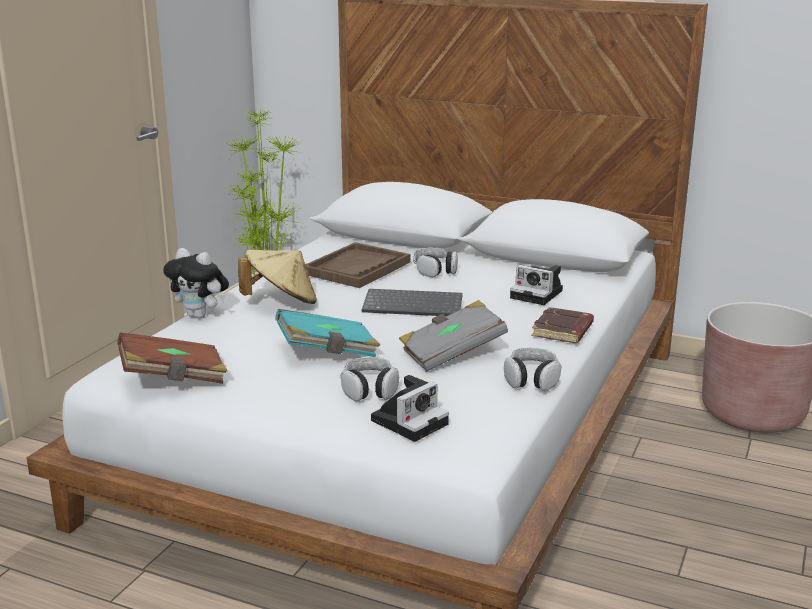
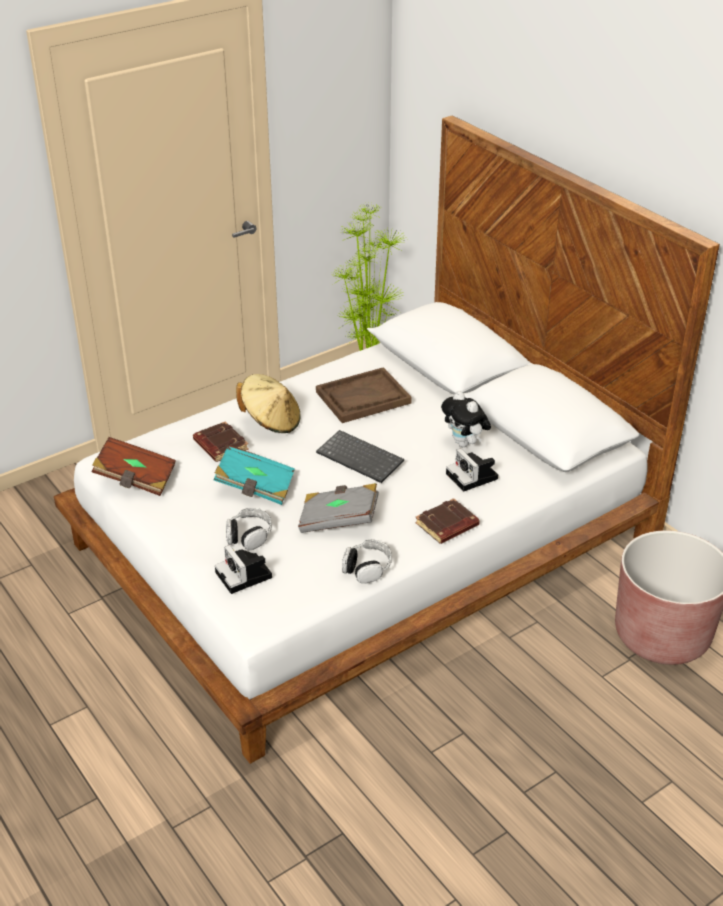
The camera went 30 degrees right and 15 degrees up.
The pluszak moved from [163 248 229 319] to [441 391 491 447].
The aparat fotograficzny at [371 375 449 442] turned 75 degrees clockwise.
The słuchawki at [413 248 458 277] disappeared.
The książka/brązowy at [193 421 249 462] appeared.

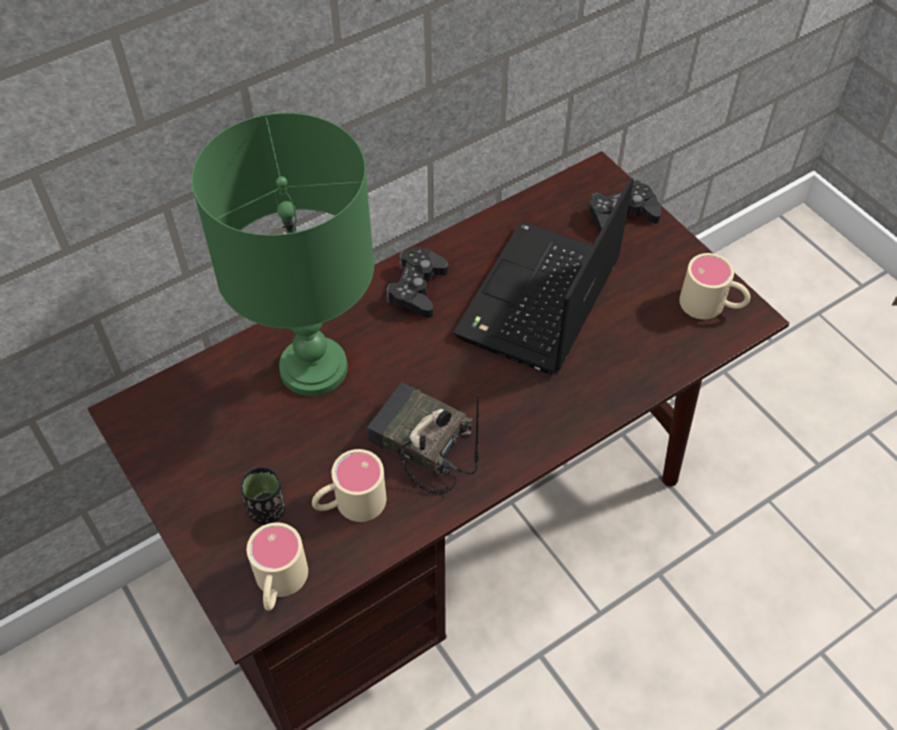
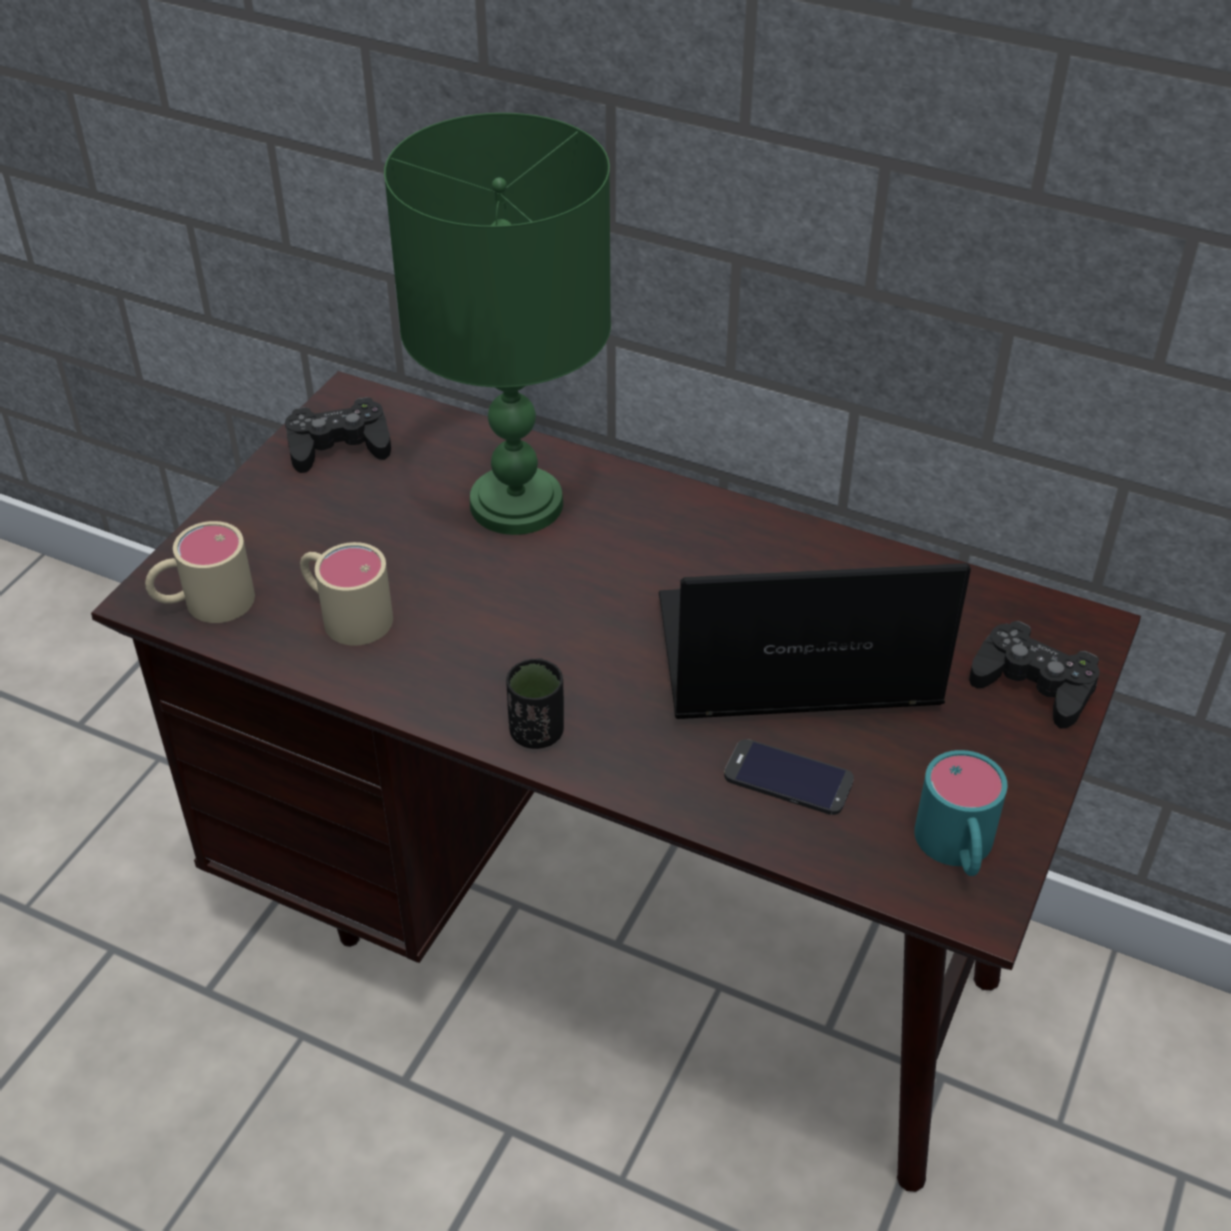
The camera went 60 degrees right and 10 degrees down.
The filiżanka/czarny moved from [240 467 285 525] to [506 658 564 749].
The radio at [367 382 479 495] disappeared.
The pad do gier/czarny moved from [387 247 448 318] to [285 397 391 473].
The kubek/beżowy at [679 253 750 319] became the kubek/turkusowy at [914 750 1008 876].
The telefon at [724 739 854 815] appeared.

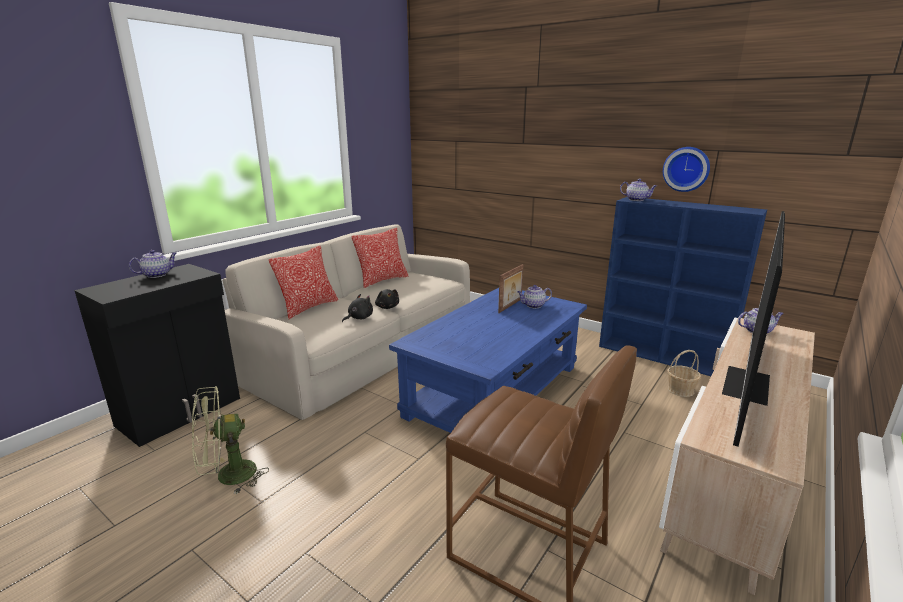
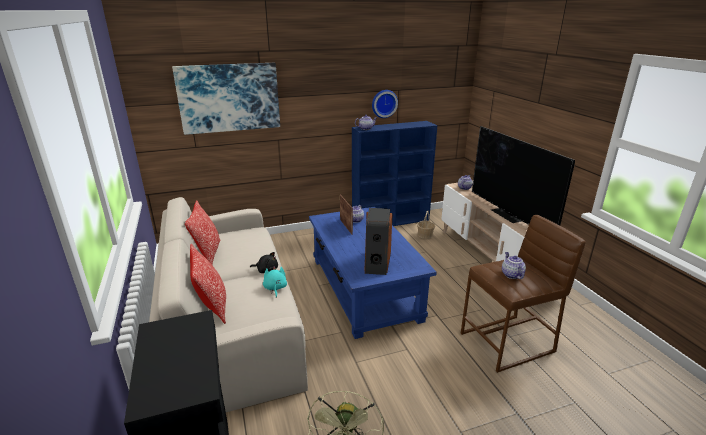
The camera went 55 degrees left and 5 degrees up.
The imbryk moved from [129 250 177 278] to [502 252 526 279].
The pluszak/czarny at [342 294 373 322] became the pluszak/turkusowy at [263 266 287 298].
The obraz at [172 63 280 135] appeared.
The głośnik at [364 208 393 275] appeared.

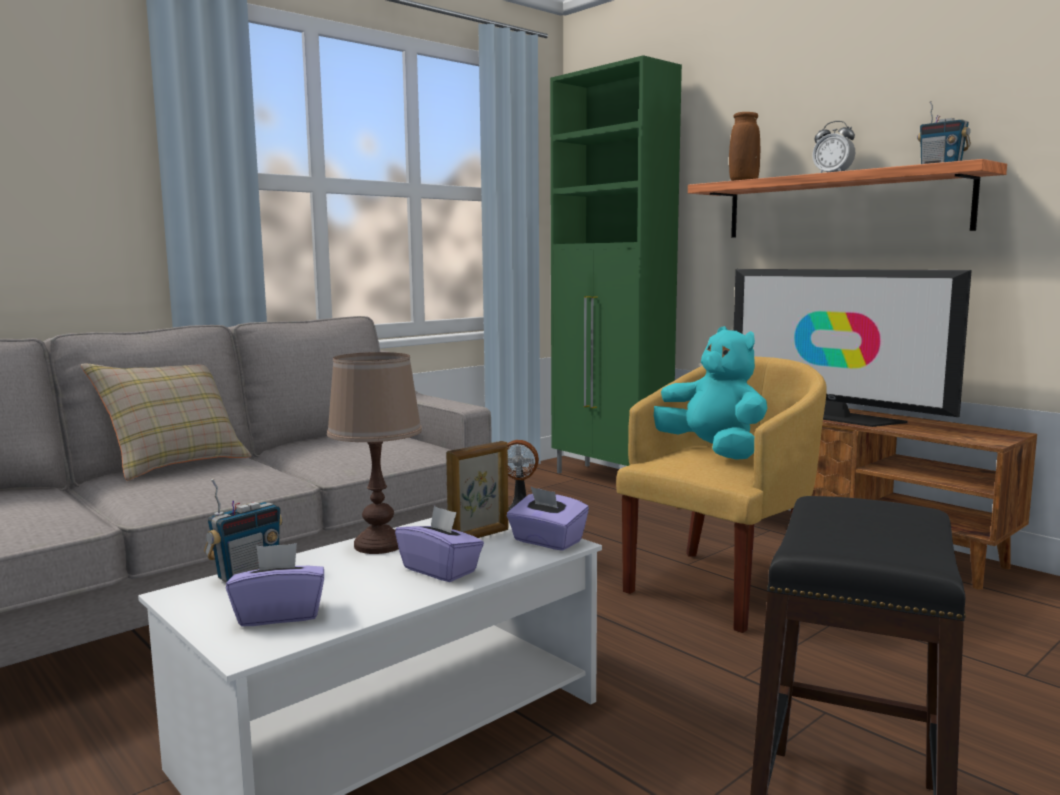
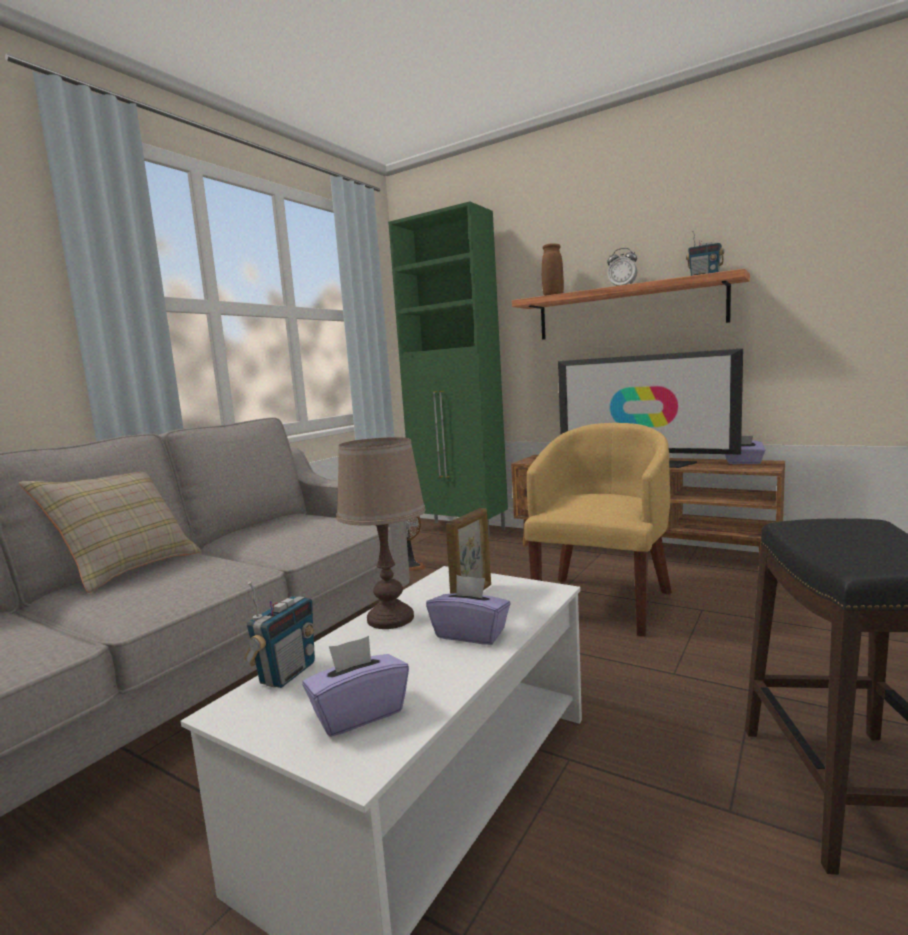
The camera went 15 degrees left and 0 degrees up.
The pudełko chusteczek/fioletowy moved from [507 486 589 551] to [725 436 765 464].
The pluszak/turkusowy at [654 326 768 460] disappeared.

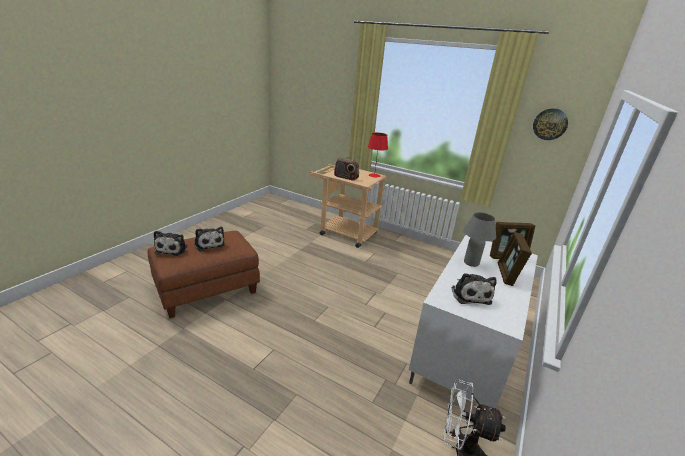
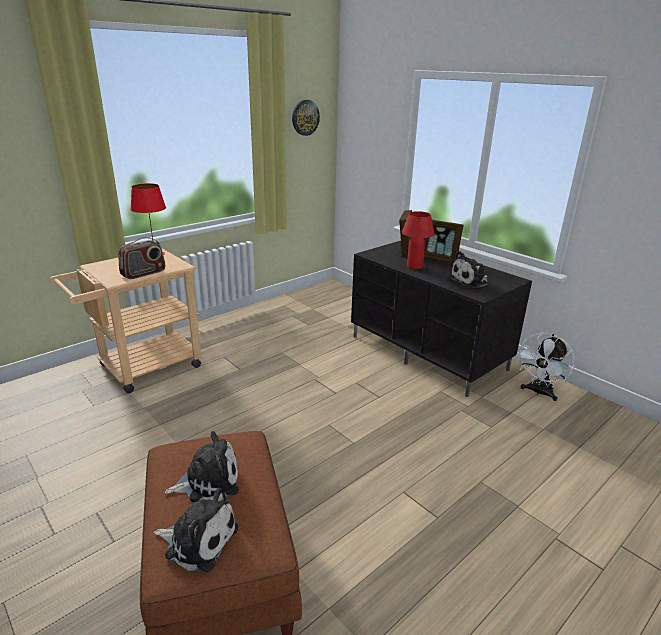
The camera went 70 degrees left and 0 degrees up.
The szafka pod telewizor/biały at [409 235 538 408] became the szafka pod telewizor/czarny at [351 241 532 397].
The pluszak at [451 273 496 305] turned 135 degrees clockwise.
The lampa stołowa/szary at [463 212 496 267] became the lampa stołowa/czerwony at [402 211 435 269].

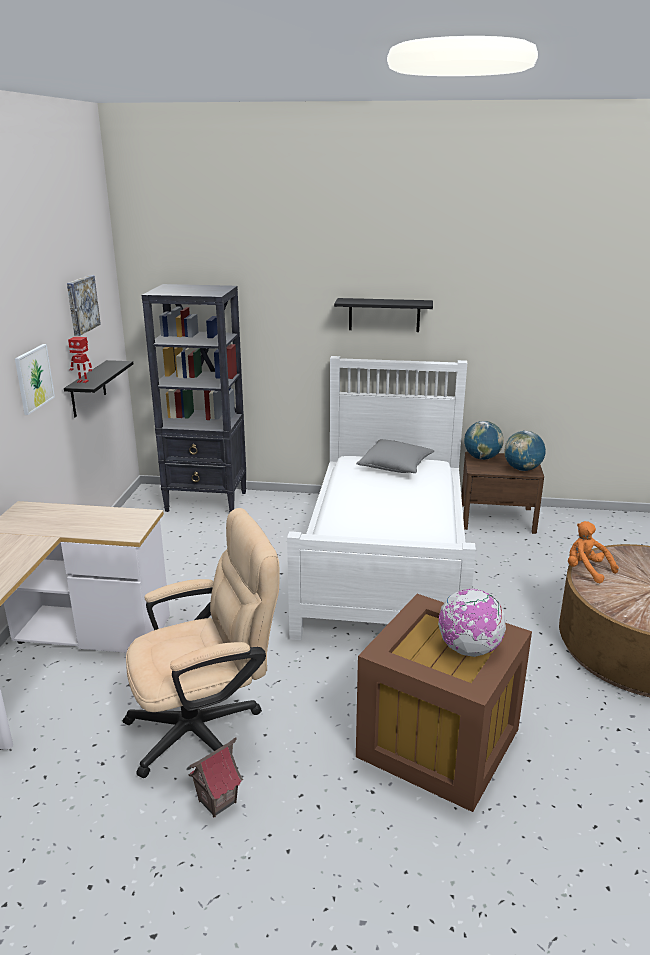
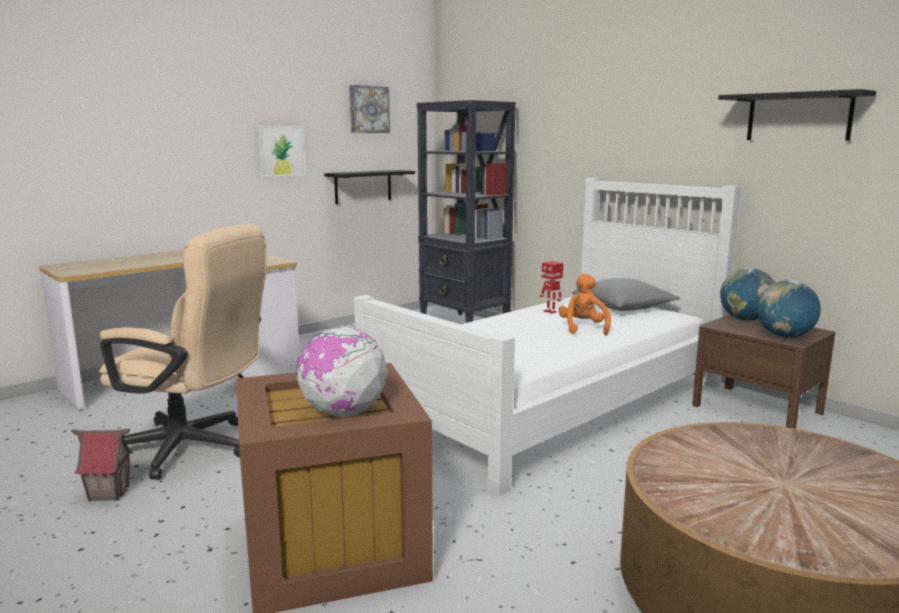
The camera went 40 degrees right and 10 degrees down.
The robot zabawkowy moved from [68 337 92 383] to [539 261 563 314].
The półka/czarny moved from [334 298 433 332] to [718 89 876 141].
The pluszak/pomarańczowy moved from [568 521 619 583] to [558 274 611 335].

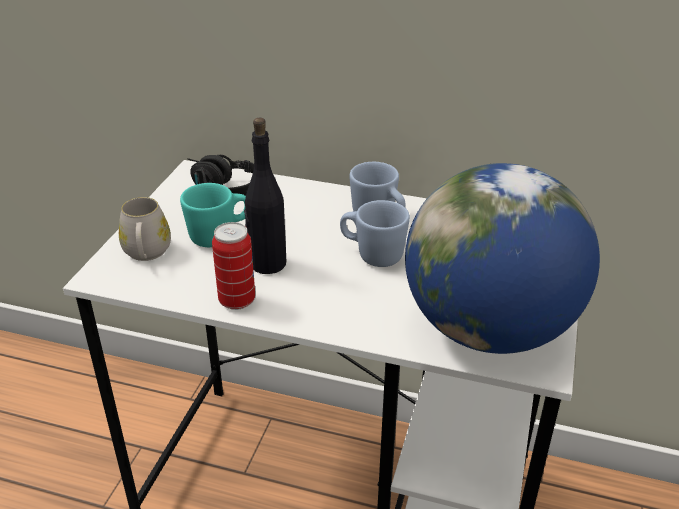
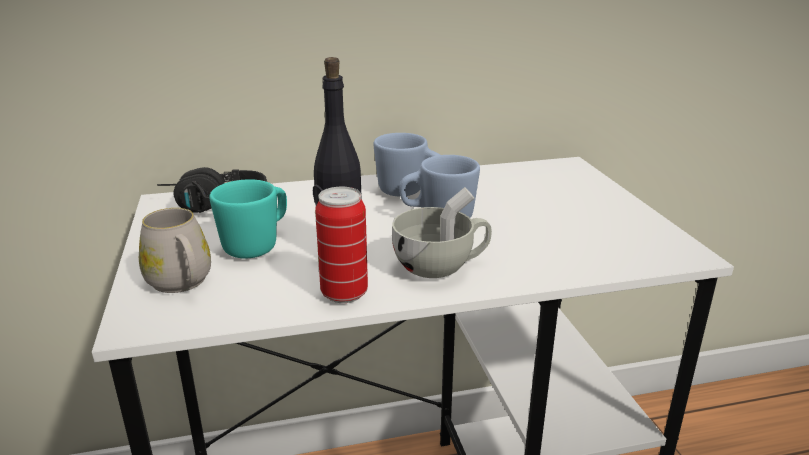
The camera went 30 degrees left and 10 degrees down.
The globus at [405 163 600 354] disappeared.
The filiżanka/biały at [392 187 492 278] appeared.

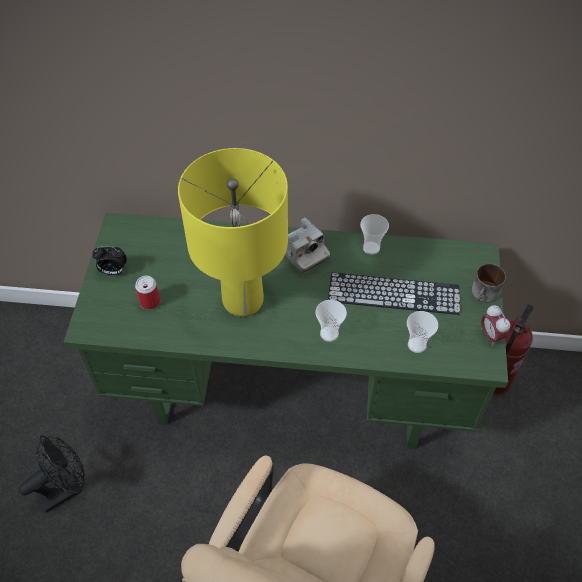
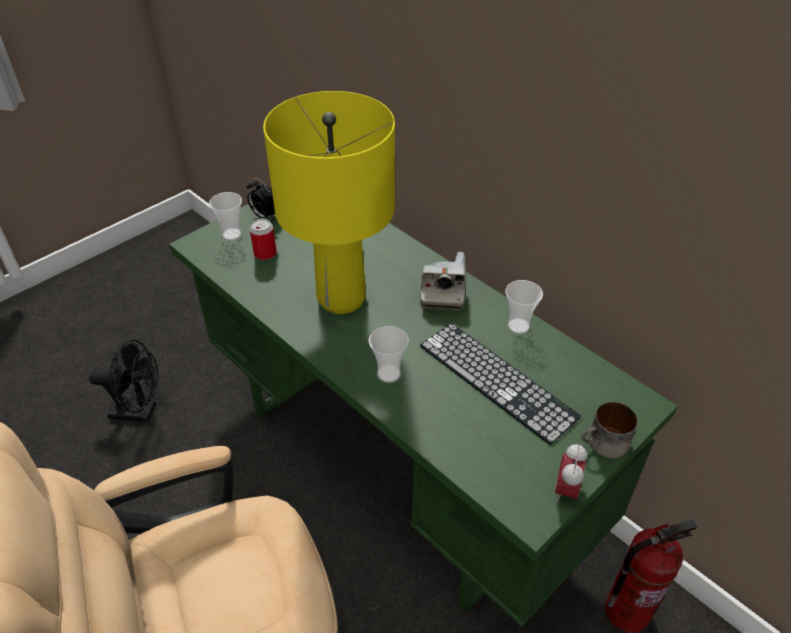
The camera went 40 degrees right and 10 degrees down.
The filiżanka moved from [407 311 438 353] to [209 192 242 241].

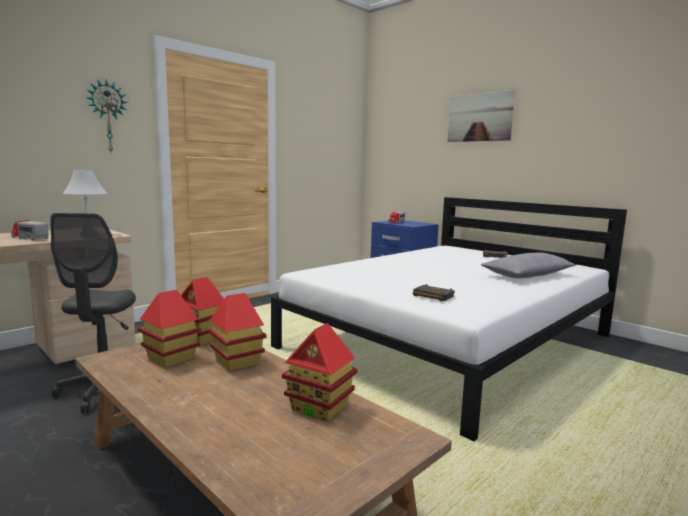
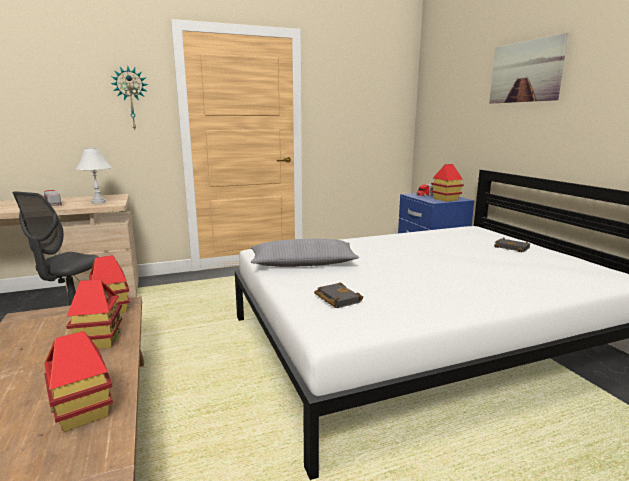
The camera went 25 degrees right and 5 degrees up.
The domek moved from [138 290 201 367] to [431 164 464 202].
The poduszka/szary moved from [481 253 576 278] to [251 239 359 267].

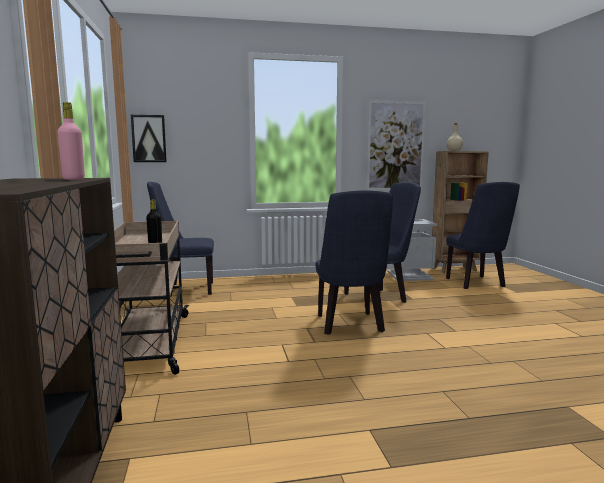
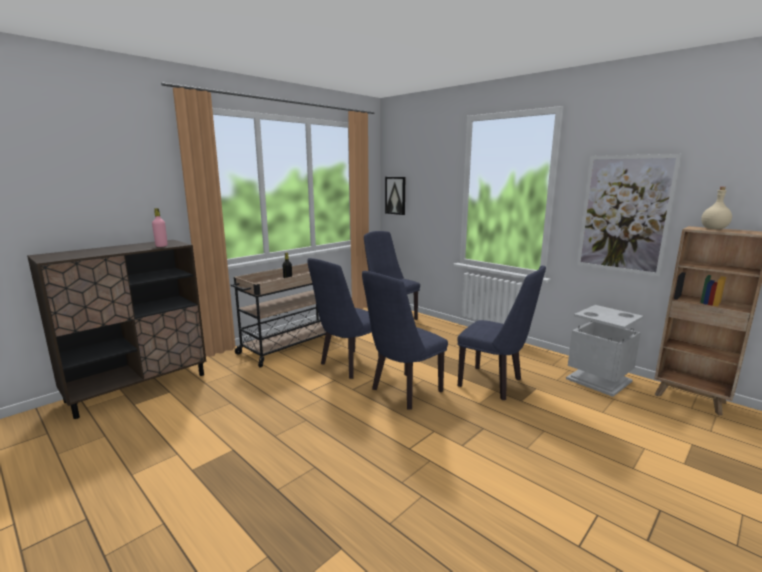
The camera went 55 degrees right and 5 degrees up.
The krzesło/niebieski moved from [446 182 520 289] to [307 258 379 379].

